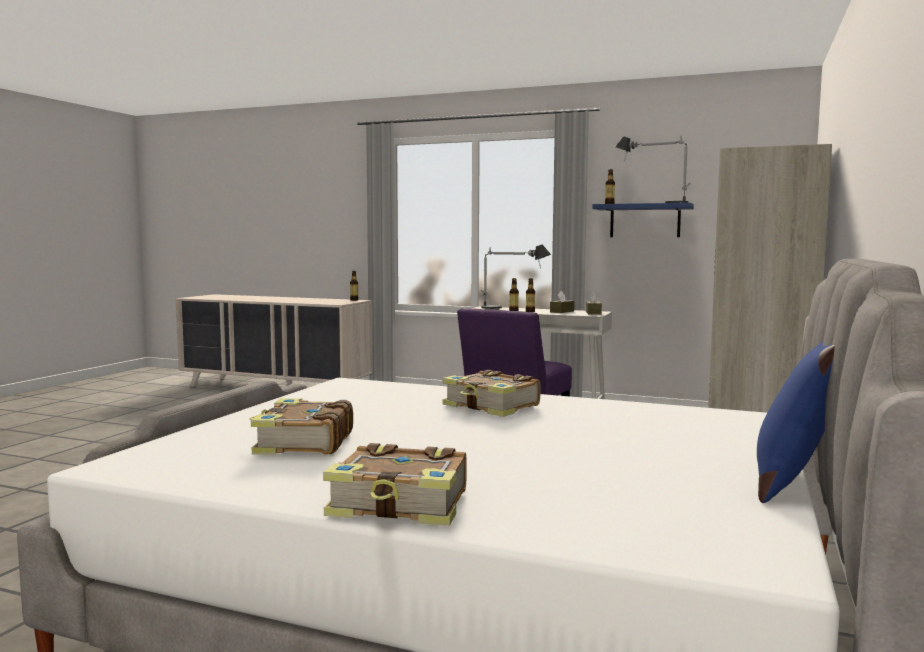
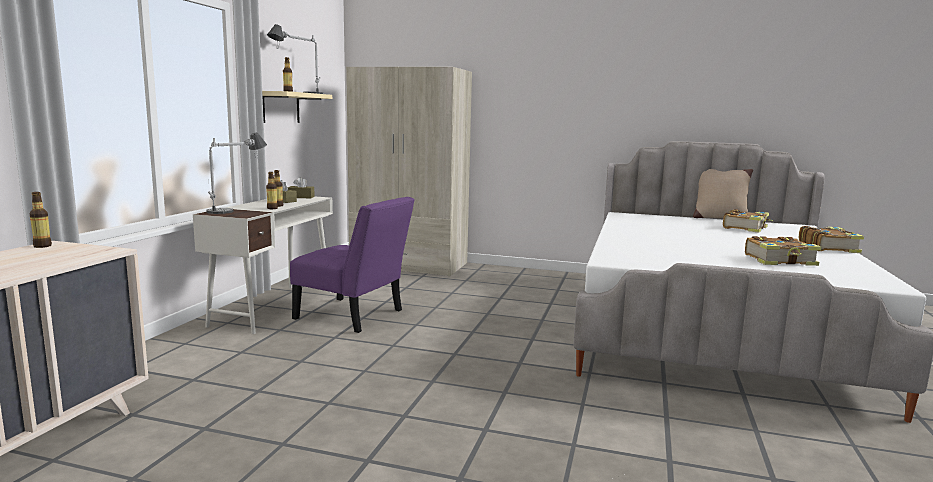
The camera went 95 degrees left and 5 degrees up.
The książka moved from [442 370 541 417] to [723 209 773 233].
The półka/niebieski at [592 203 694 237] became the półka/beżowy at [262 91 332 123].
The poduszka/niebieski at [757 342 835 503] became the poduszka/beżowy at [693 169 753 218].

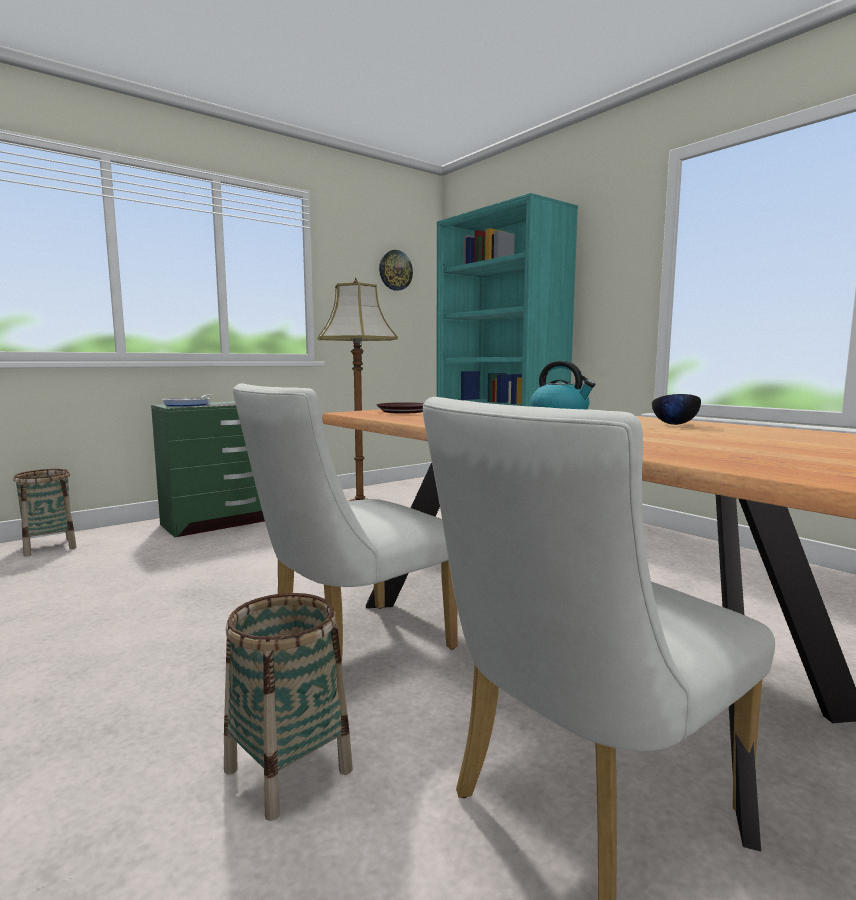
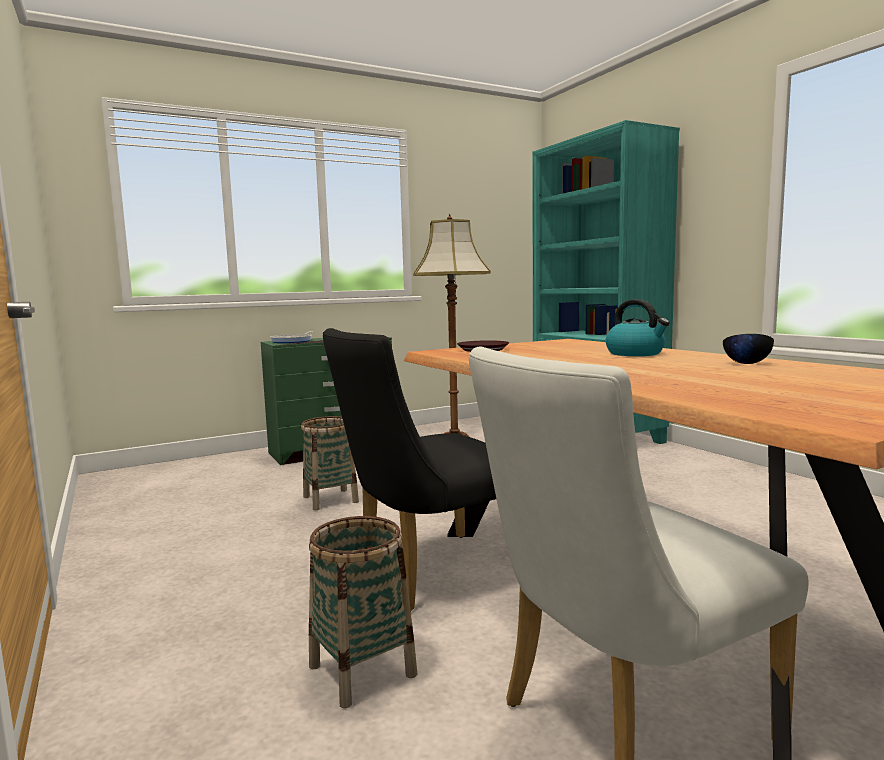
The camera went 10 degrees right and 0 degrees up.
The koszyk moved from [13 469 77 557] to [301 416 359 510].
The krzesło/biały at [233 383 458 662] became the krzesło/czarny at [323 328 496 611].
The zegar ścienny at [379 250 413 291] disappeared.

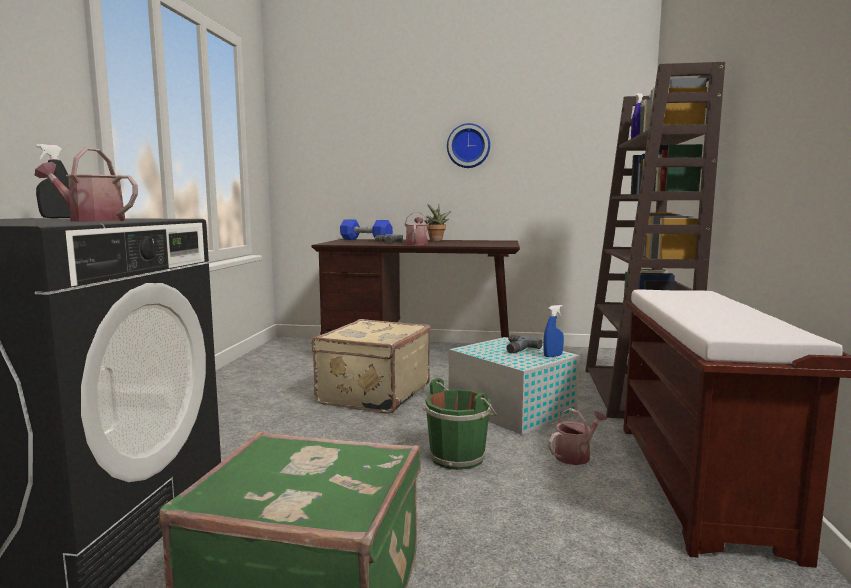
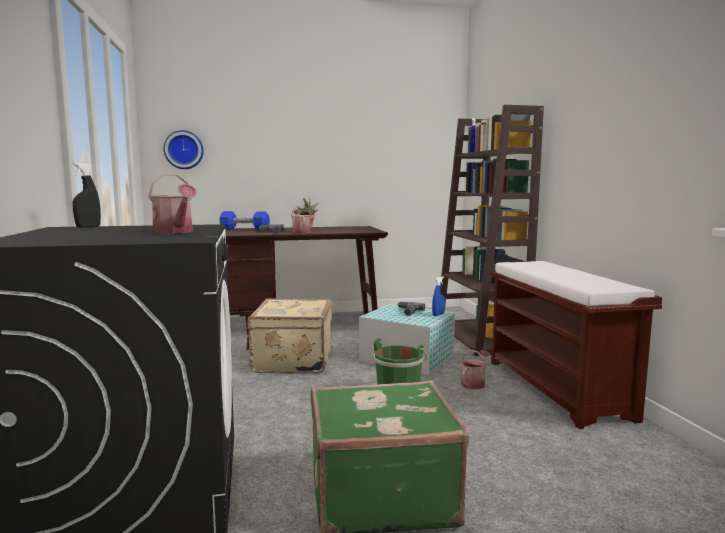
The camera went 20 degrees left and 0 degrees up.
The konewka at [35 148 138 222] turned 120 degrees counterclockwise.
The zegar ścienny moved from [447 123 490 168] to [163 130 204 169].

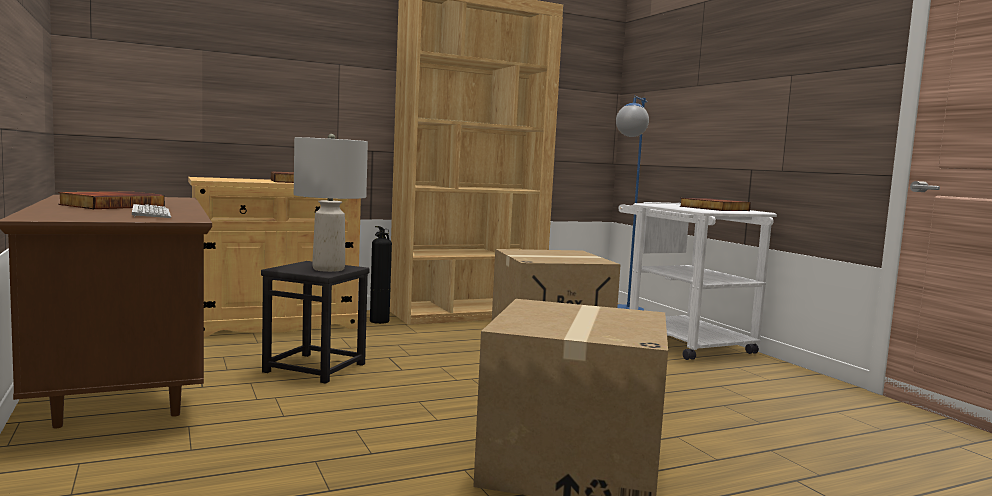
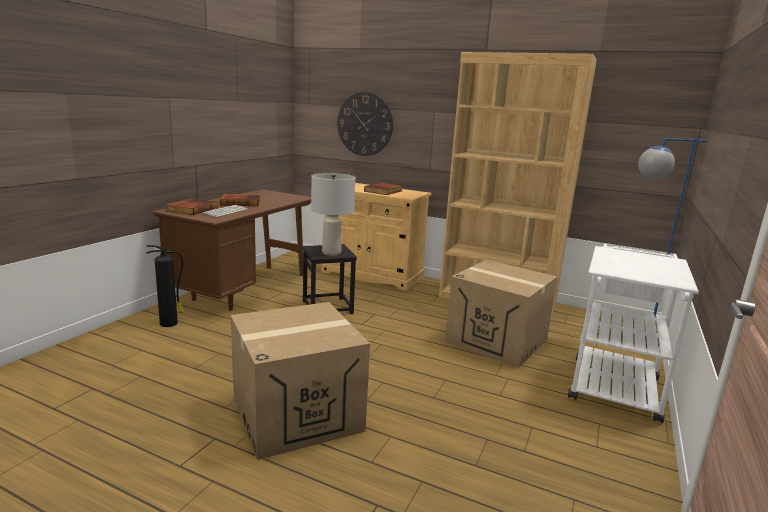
The camera went 50 degrees right and 10 degrees up.
The gaśnica moved from [370 226 392 324] to [146 245 184 327].
The książka moved from [680 198 751 211] to [166 198 217 215].
The zegar ścienny at [337 92 393 156] appeared.

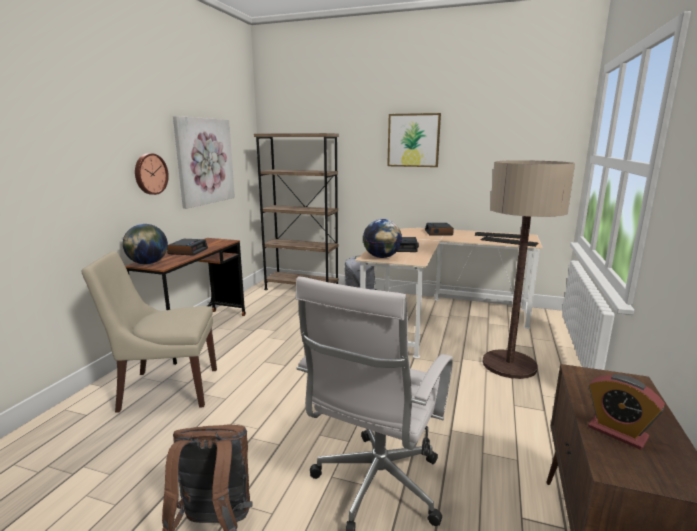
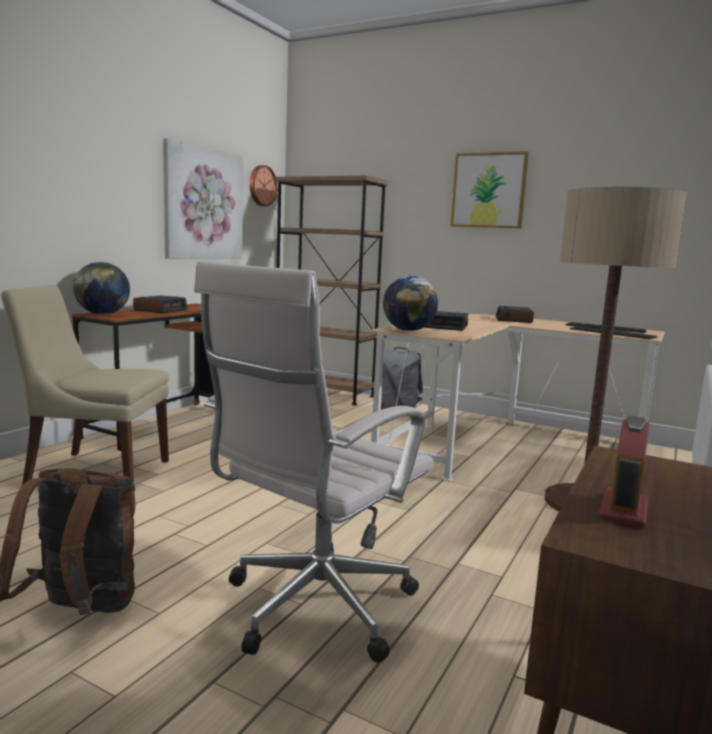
The camera went 10 degrees right and 5 degrees down.
The zegar ścienny moved from [135 153 169 195] to [249 165 277 206].
The budzik at [588 374 665 450] turned 60 degrees clockwise.

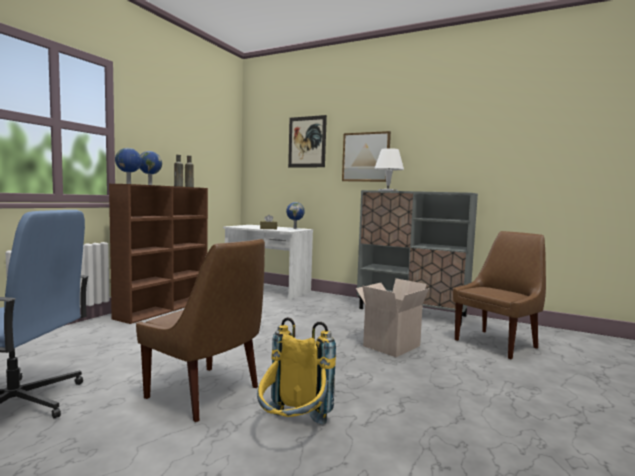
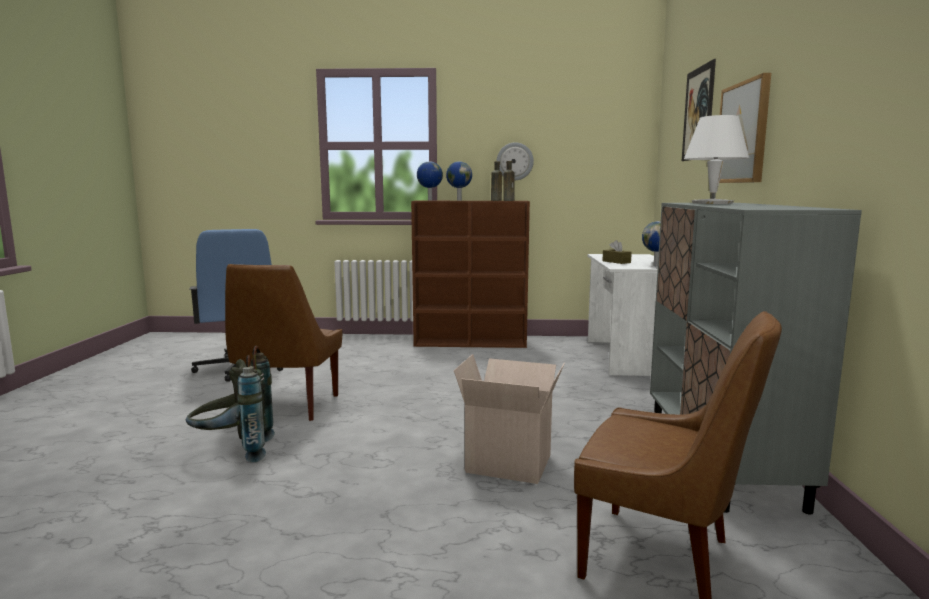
The camera went 65 degrees right and 5 degrees up.
The plecak/żółty at [257 317 336 425] became the plecak/szary at [186 346 275 462].
The zegar ścienny at [497 142 534 180] appeared.

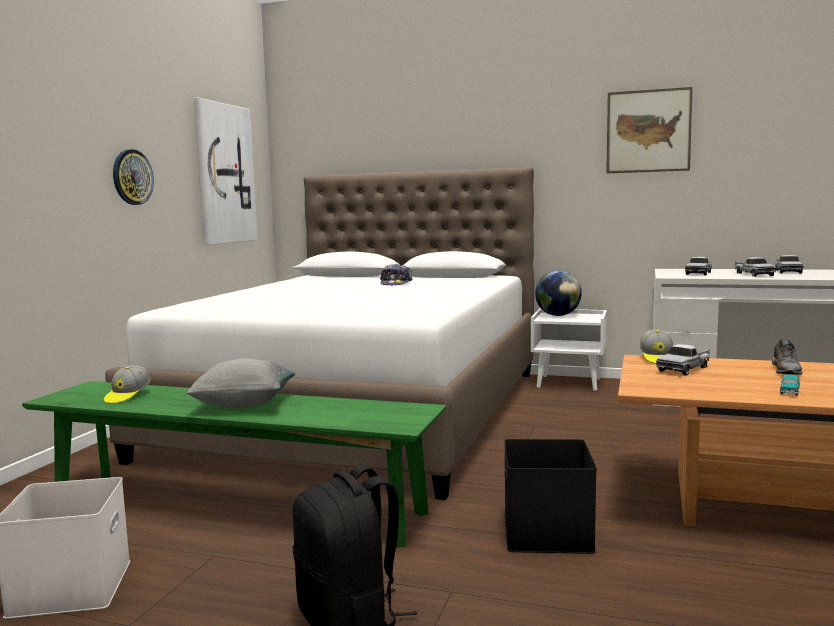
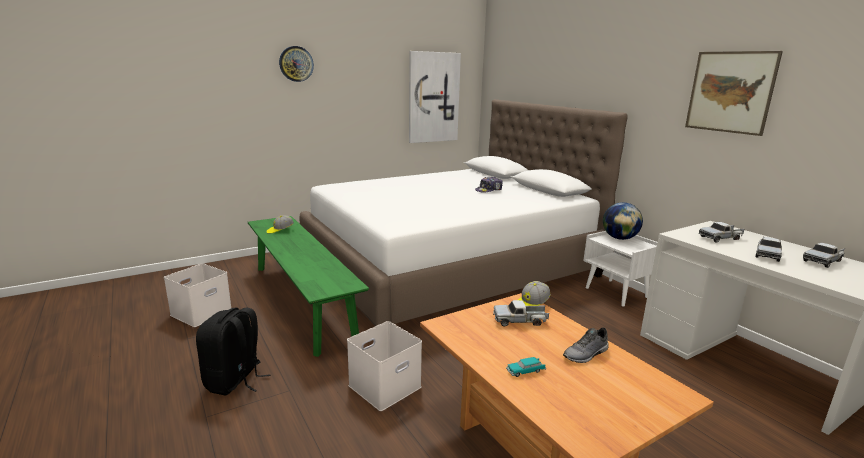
The camera went 40 degrees right and 10 degrees up.
The zegar ścienny moved from [113 149 154 205] to [279 46 314 82].
The poduszka/szary at [186 359 296 409] disappeared.
The pojemnik do przechowywania/czarny at [504 439 597 554] became the pojemnik do przechowywania/biały at [347 321 422 411].

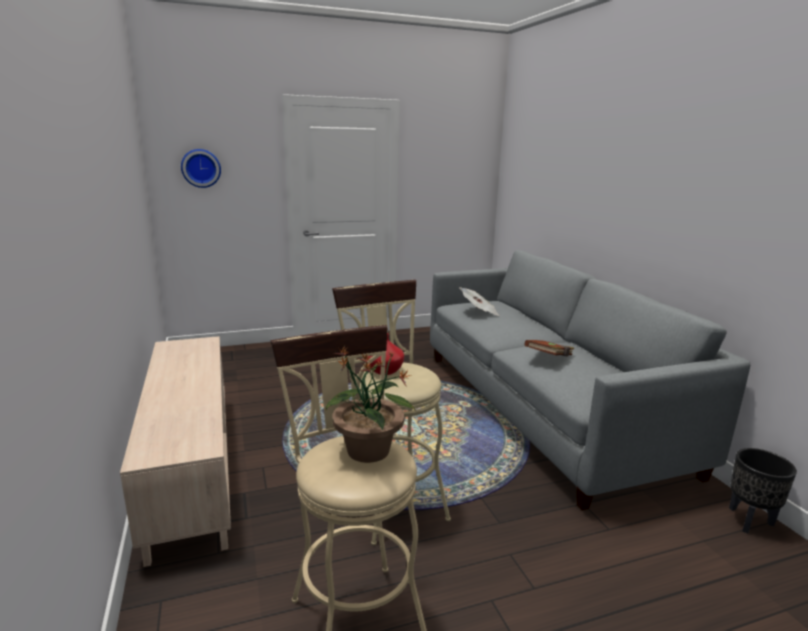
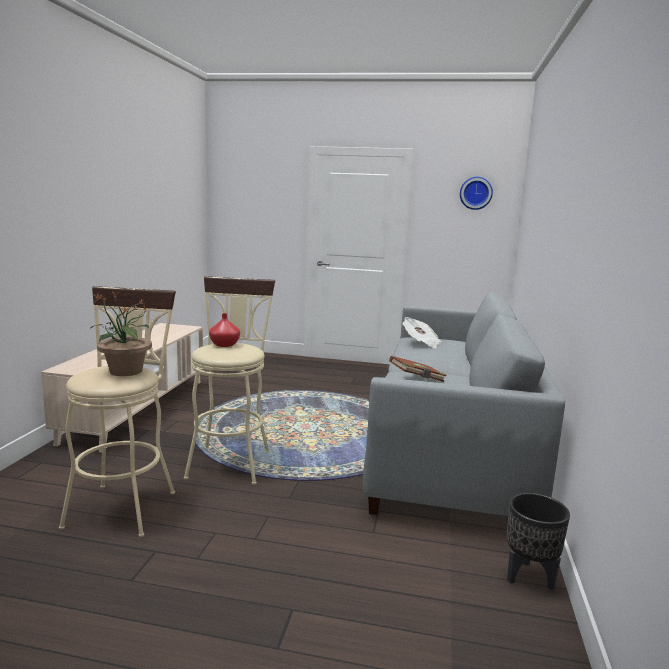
The camera went 30 degrees right and 5 degrees down.
The zegar ścienny moved from [181 149 221 188] to [460 177 493 210].

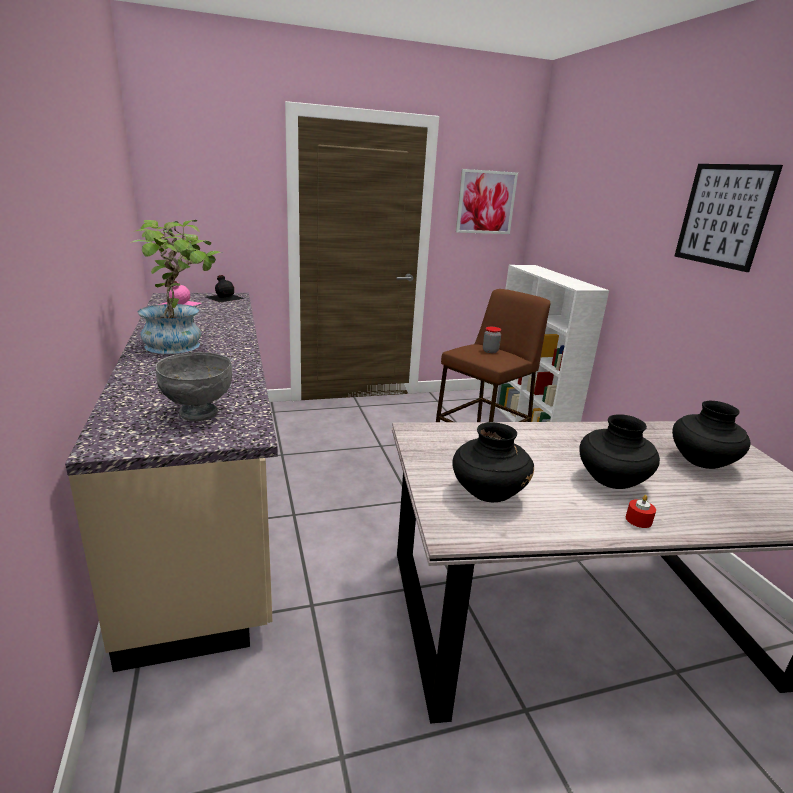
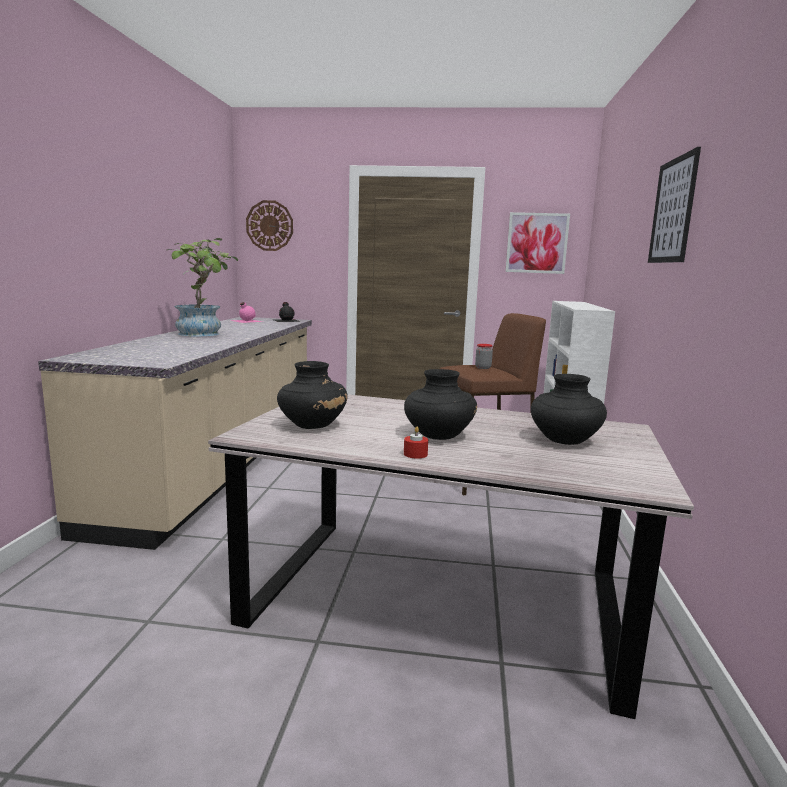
The camera went 25 degrees right and 10 degrees down.
The miska/szary at [156 352 232 421] disappeared.
The zegar ścienny at [246 200 293 251] appeared.

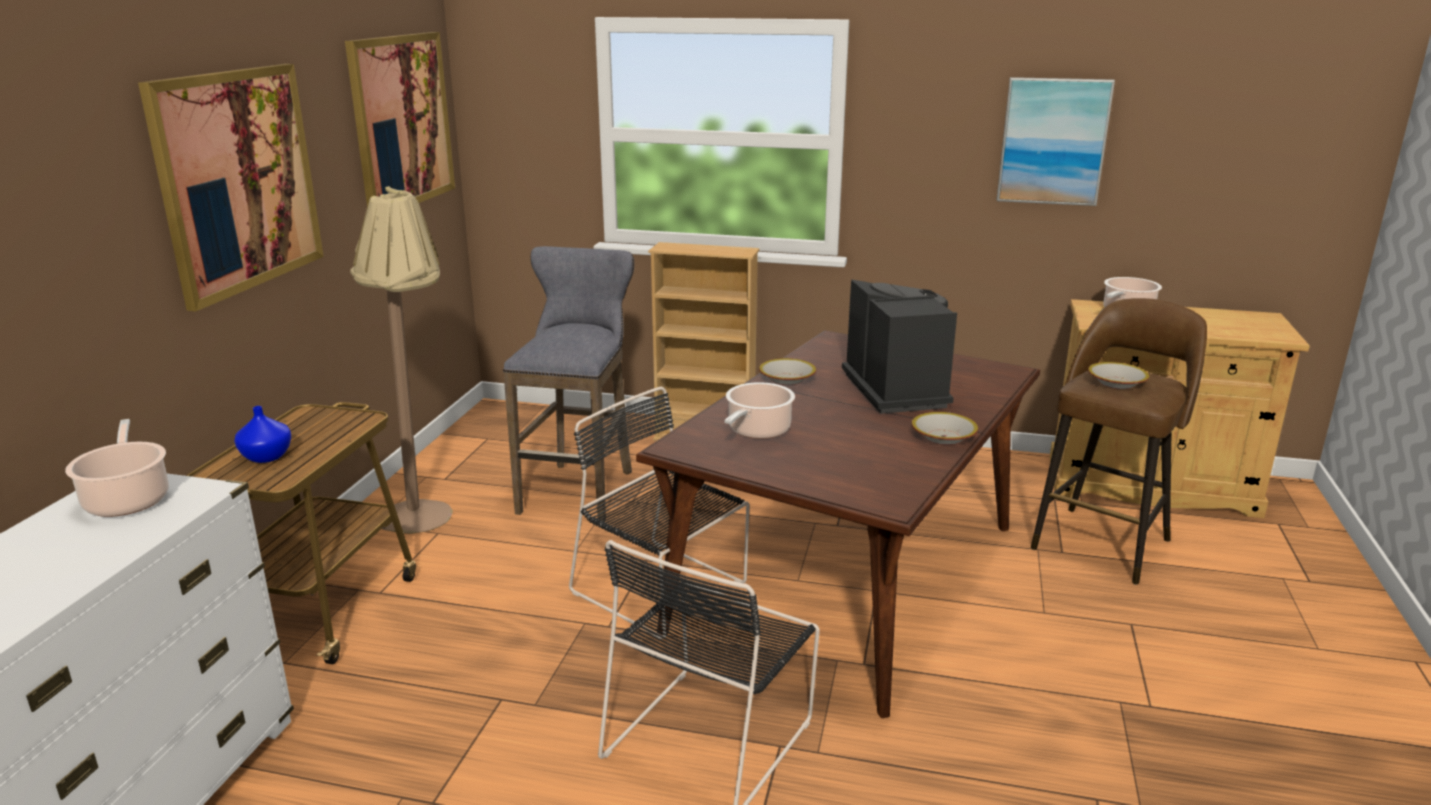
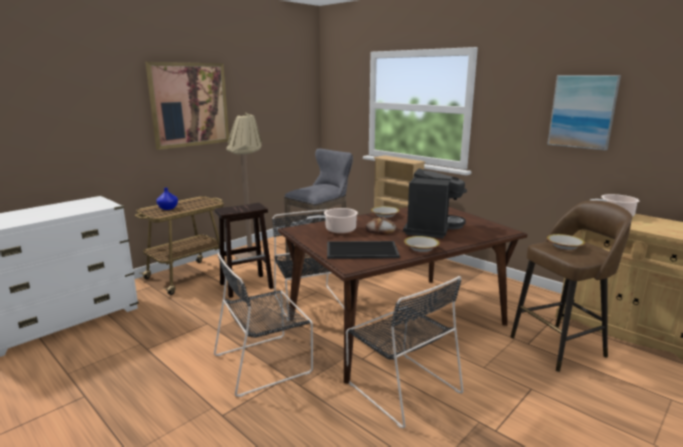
The camera went 30 degrees right and 5 degrees down.
The garnek at [65 419 169 517] disappeared.
The obraz at [345 32 455 208] disappeared.
The stołek/brązowy at [215 203 274 298] appeared.
The taca at [327 241 400 259] appeared.
The krzesło/czarny at [346 276 463 428] appeared.
The chleb at [366 217 396 234] appeared.

